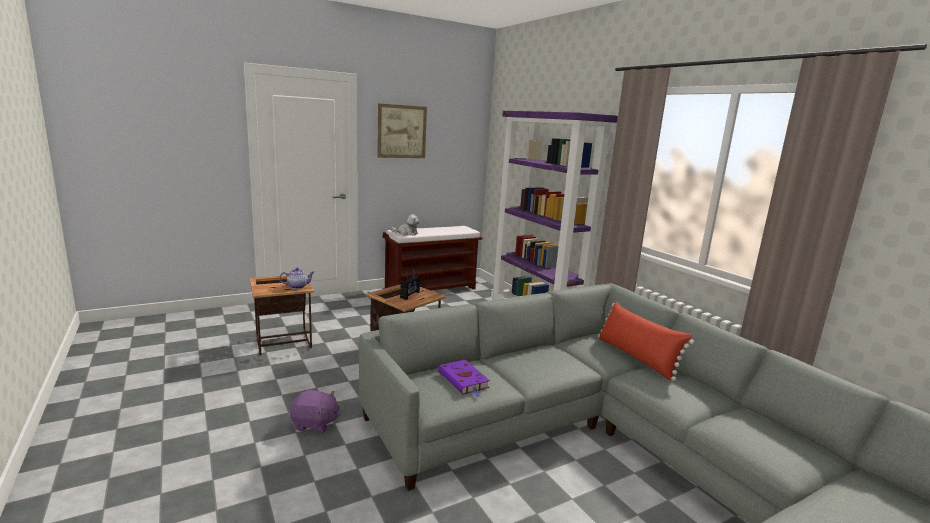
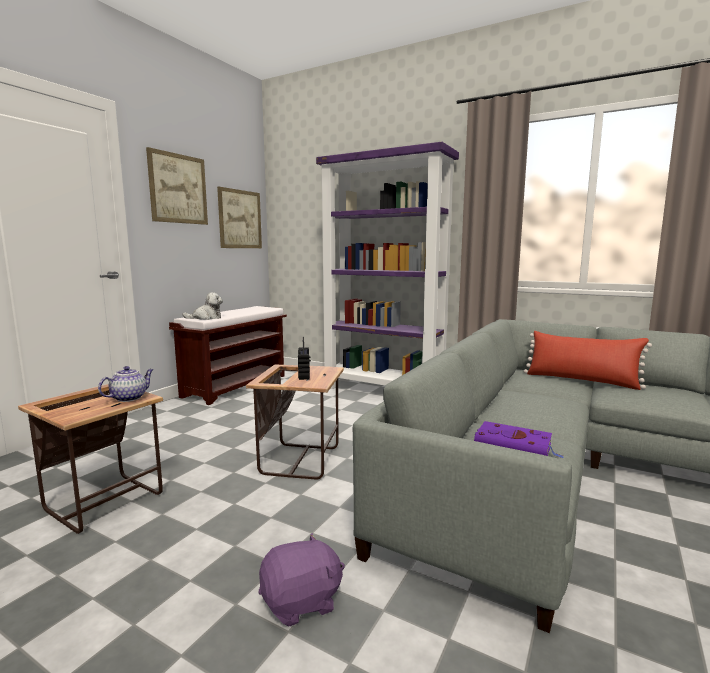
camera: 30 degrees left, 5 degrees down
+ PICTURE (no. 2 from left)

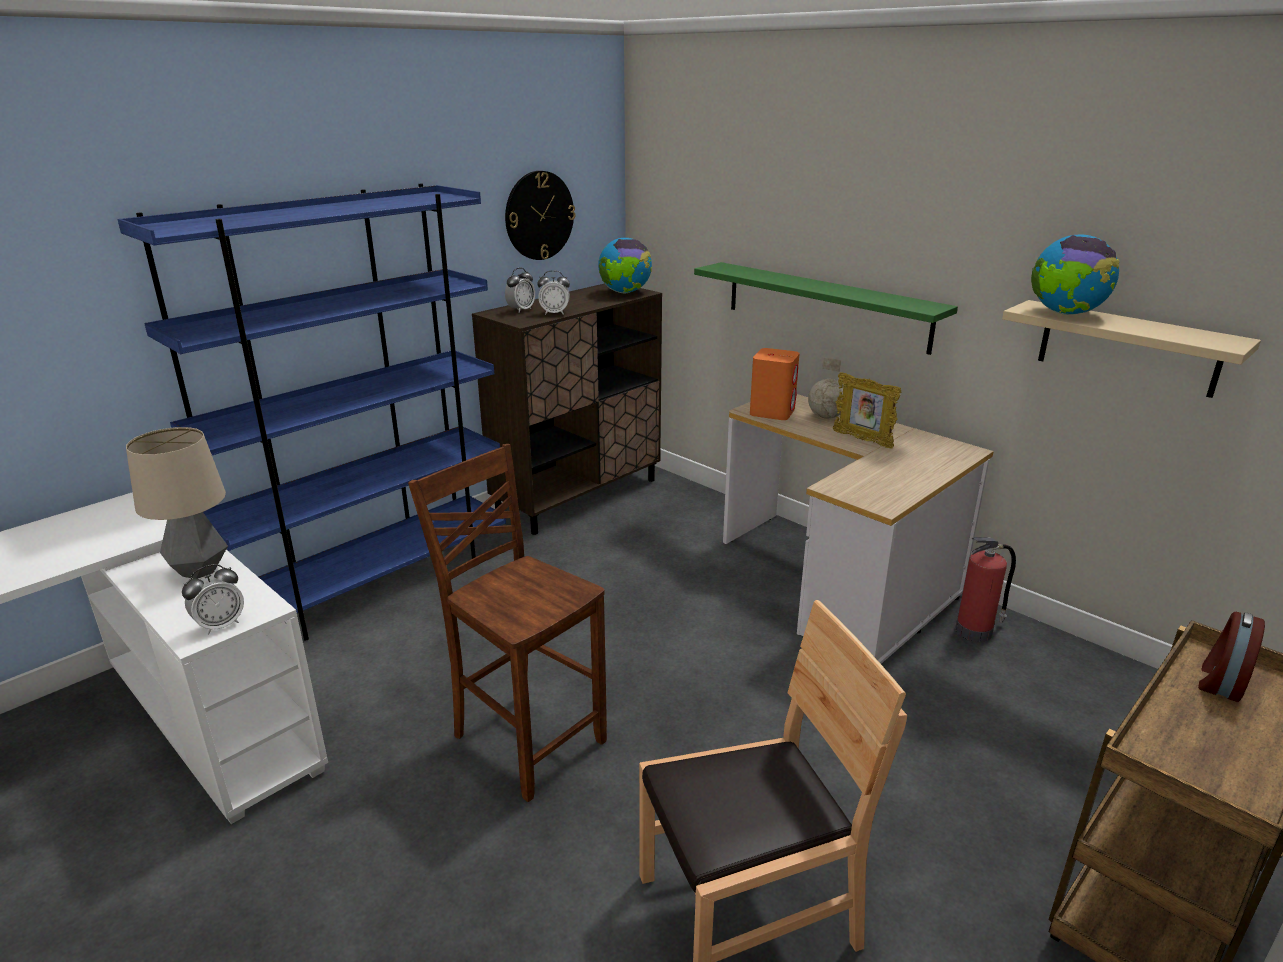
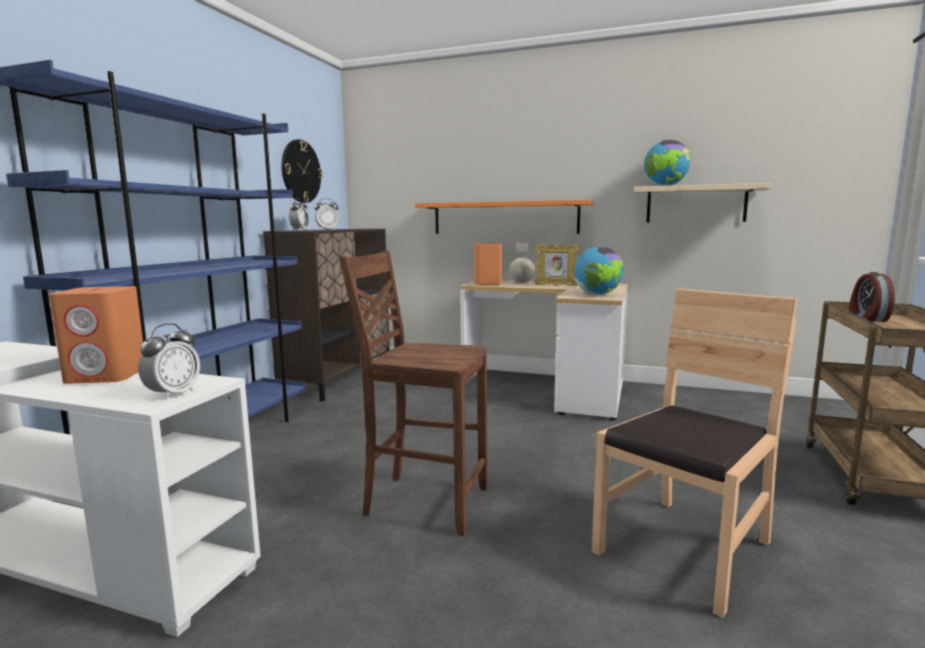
camera: 25 degrees left, 15 degrees down
- FIRE EXTINGUISHER
~ GLOBE (no. 1 from left in the first image) to GLOBE (no. 2 from left)
~ TABLE LAMP to ORANGE SPEAKER (no. 1 from left)
~ GREEN SHELF to ORANGE SHELF

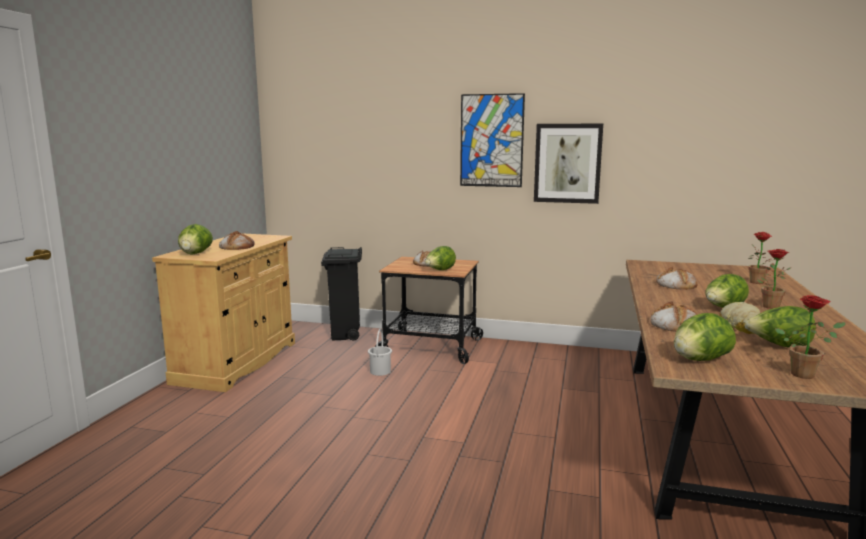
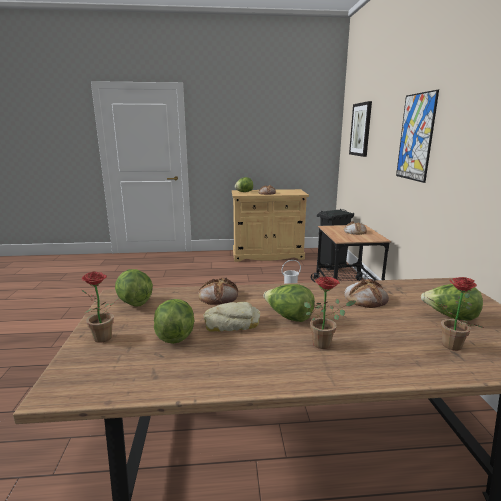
camera: 70 degrees right, 5 degrees up
~ LETTUCE (no. 2 from left in the first image) to LETTUCE (no. 5 from left)
~ PICTURE (no. 2 from left in the first image) to PICTURE (no. 1 from left)

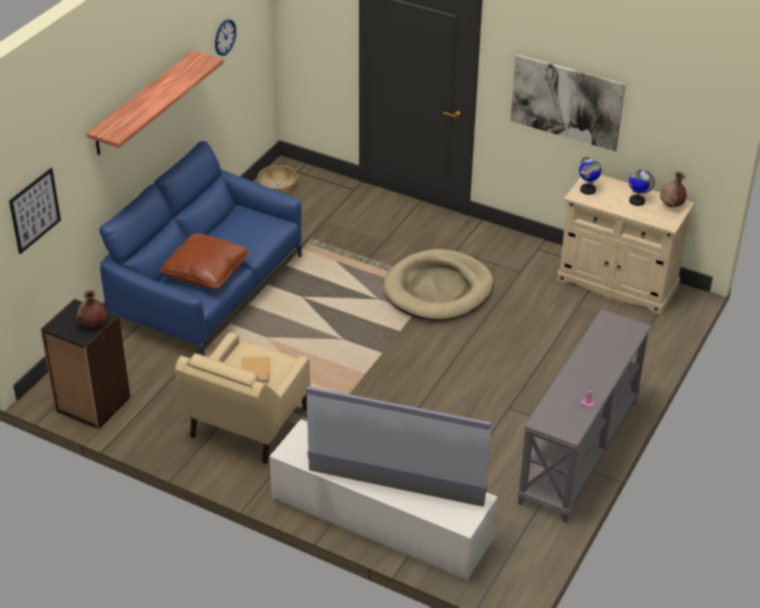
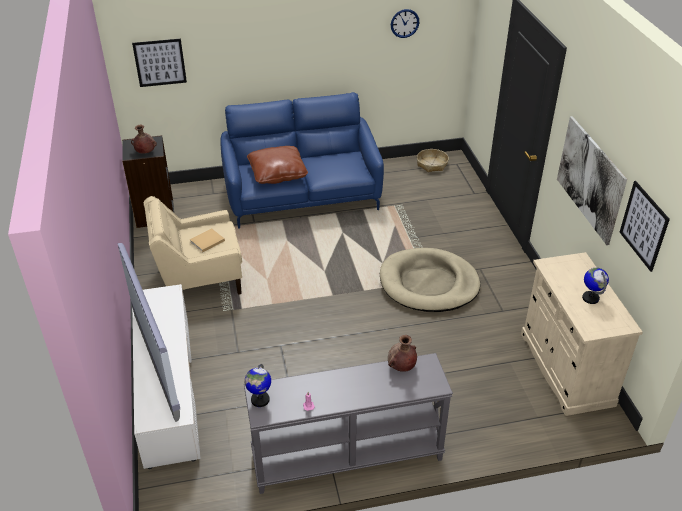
camera: 50 degrees right, 0 degrees up
- SHELF
+ PICTURE (no. 3 from left)
~ GLOBE (no. 1 from left)
~ BROWN VASE (no. 2 from left)

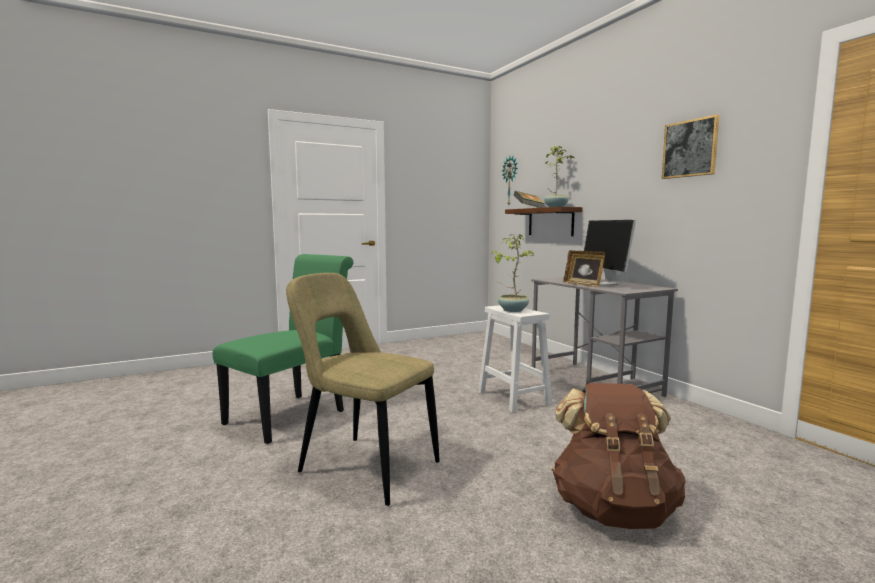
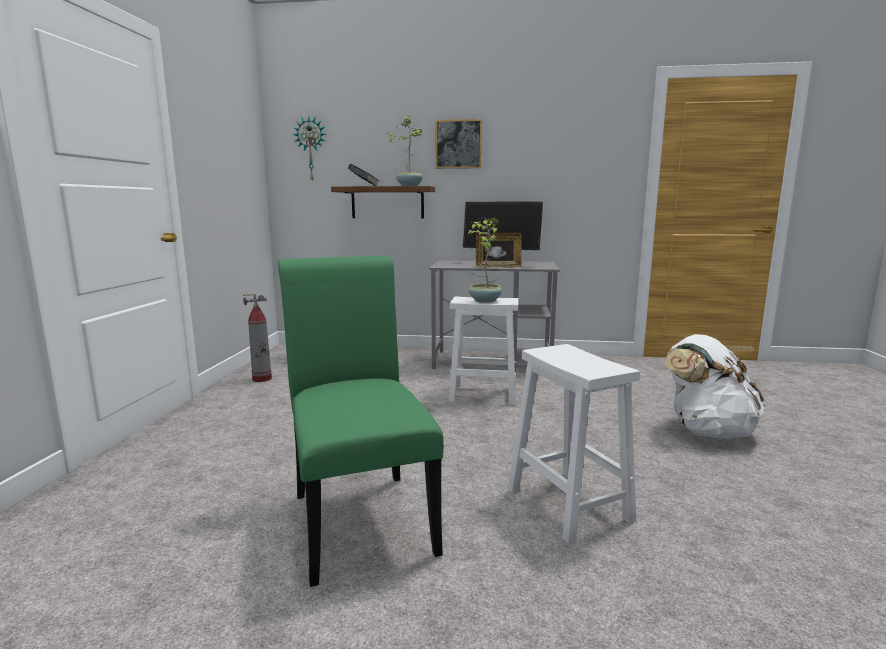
camera: 55 degrees left, 5 degrees up
+ FIRE EXTINGUISHER
~ PICTURE
~ BEIGE CHAIR to WHITE STOOL (no. 2 from left)
~ BROWN BACKPACK to WHITE BACKPACK

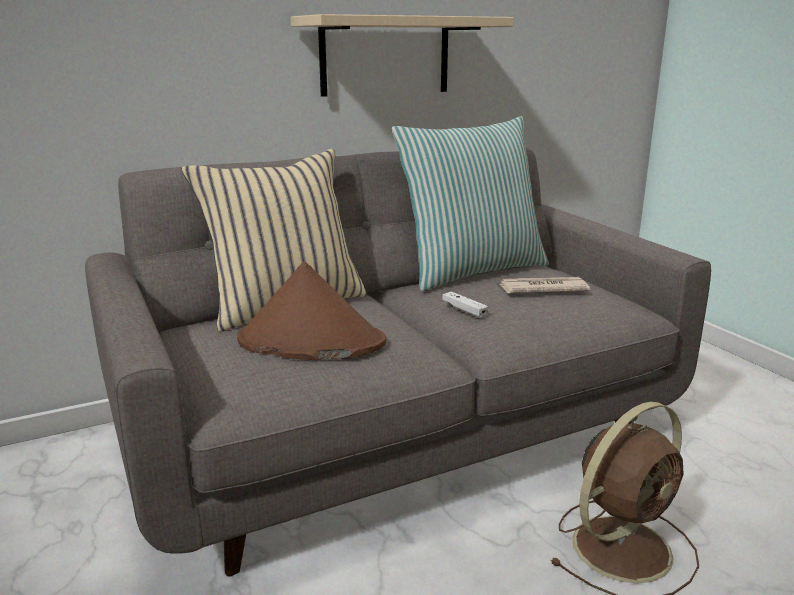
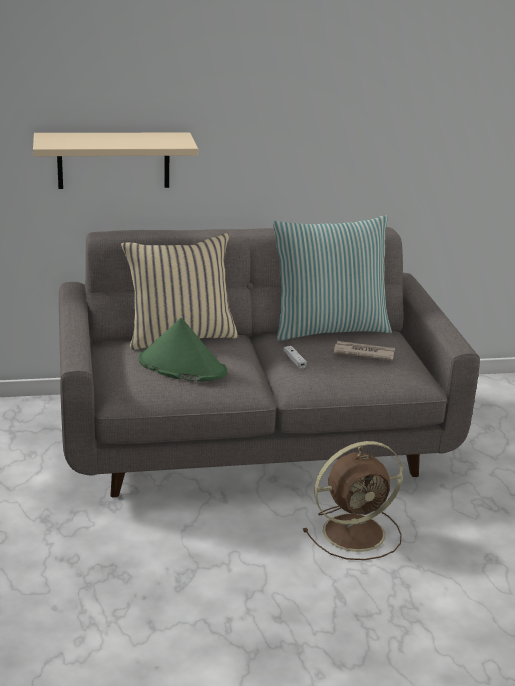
camera: 15 degrees right, 5 degrees up
~ BEIGE SHELF
~ BROWN HAT to GREEN HAT

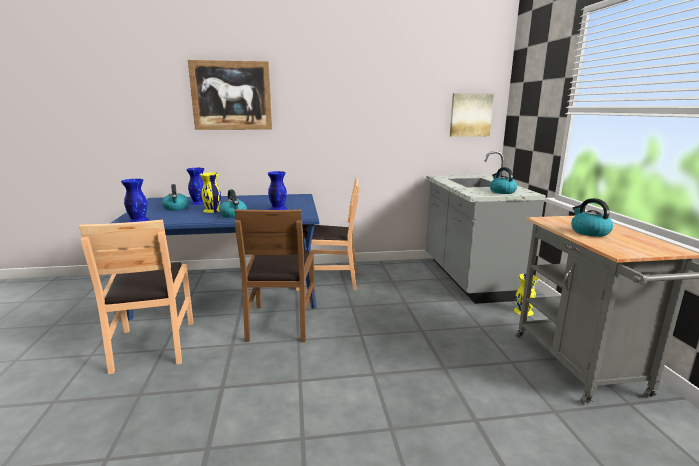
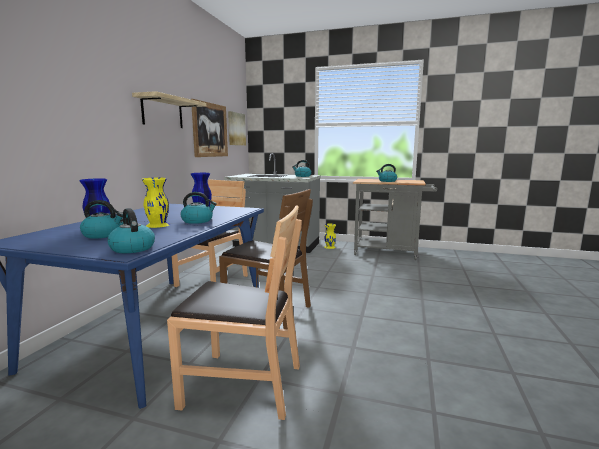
camera: 65 degrees left, 5 degrees down
+ SHELF
~ PICTURE (no. 1 from left)
~ BLUE VASE (no. 1 from left) to KETTLE (no. 2 from left)

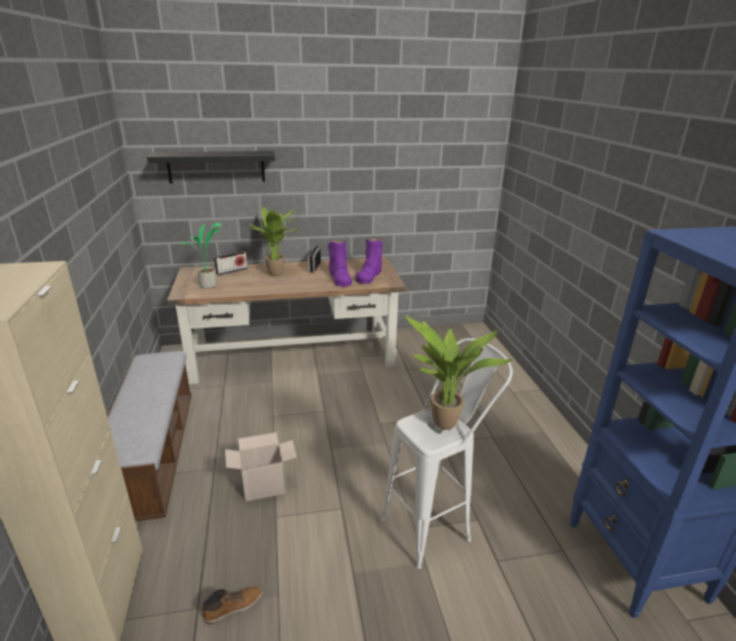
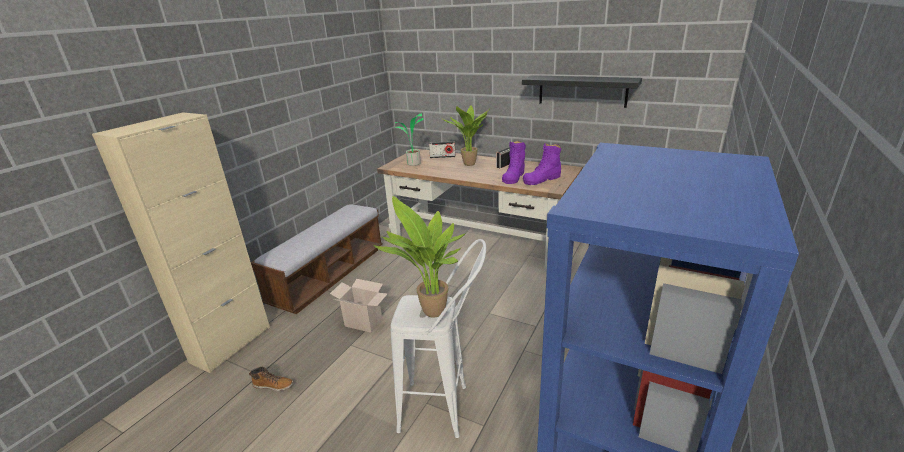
camera: 40 degrees right, 0 degrees up
~ BLACK SHELF

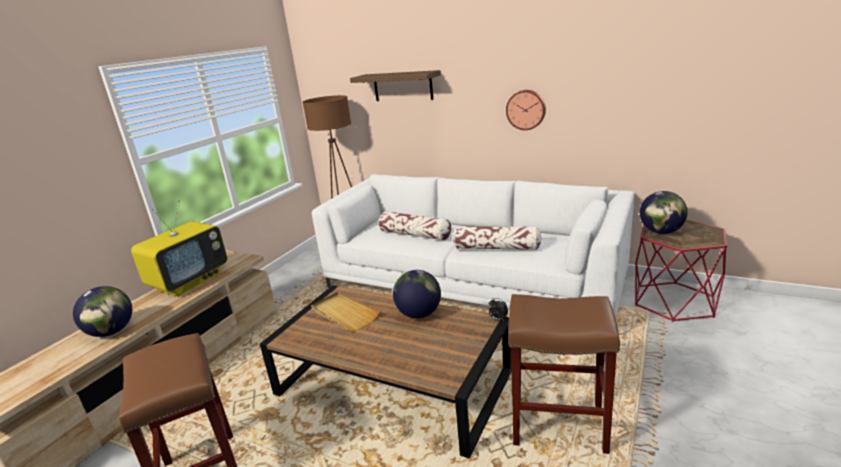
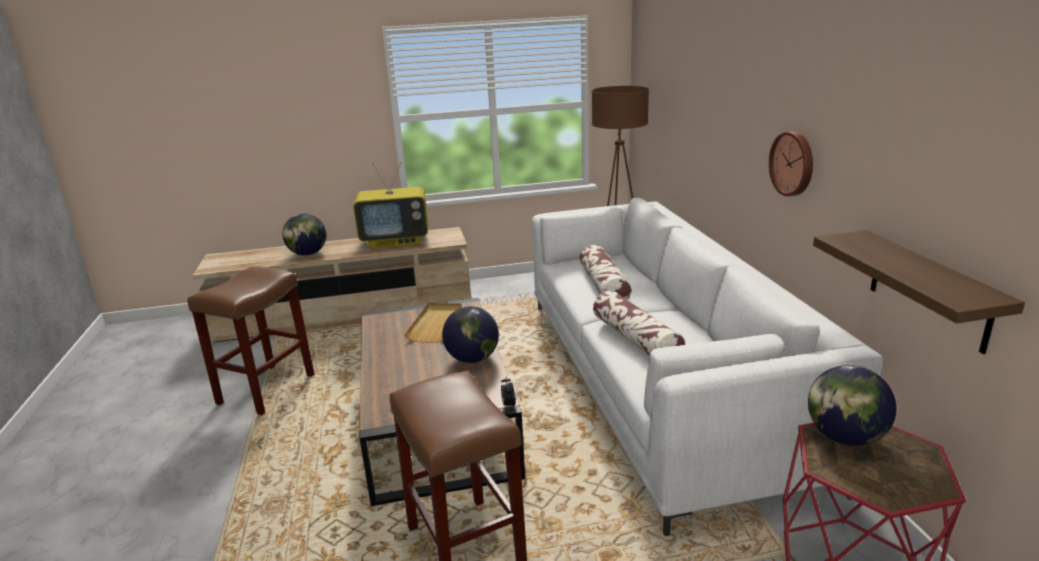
camera: 50 degrees right, 0 degrees up
~ SHELF

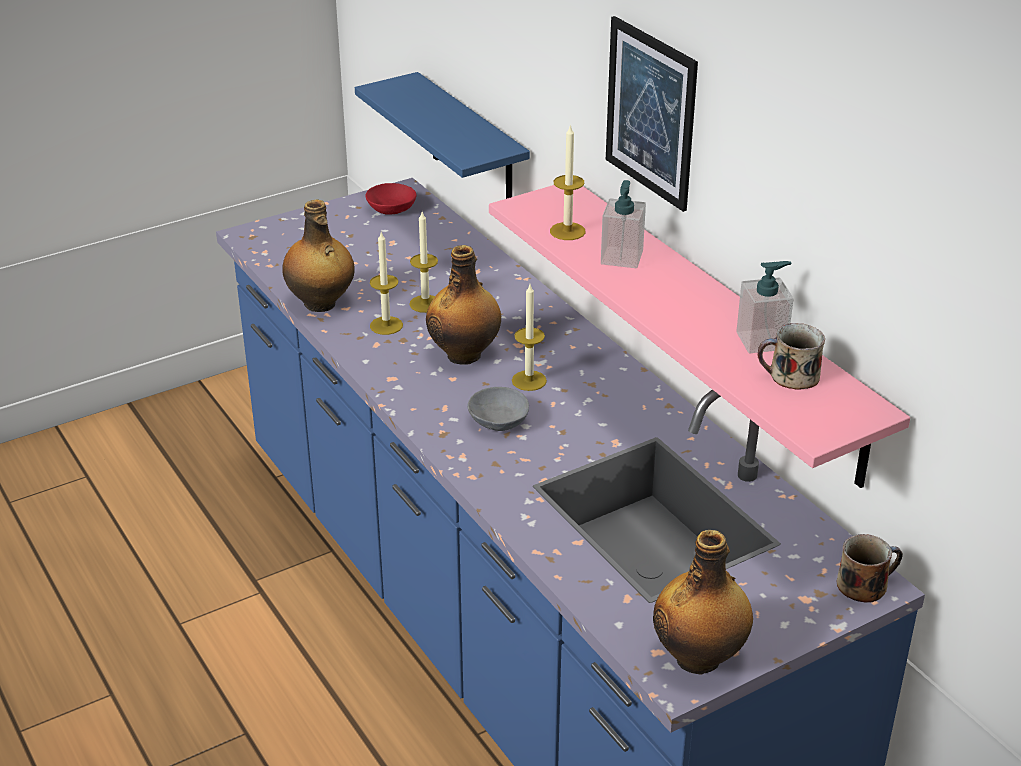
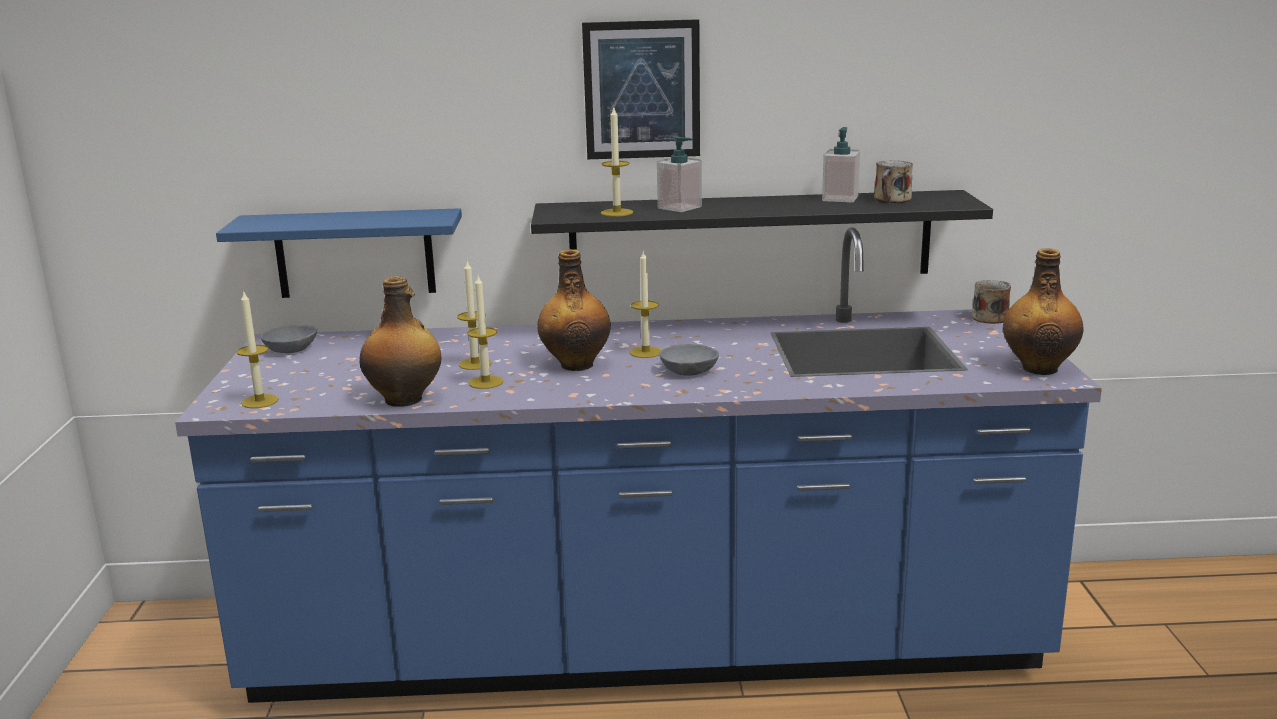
camera: 60 degrees left, 15 degrees down
+ CANDLE (no. 1 from left)
~ RED BOWL to GREY BOWL (no. 1 from left)
~ PINK SHELF to BLACK SHELF

